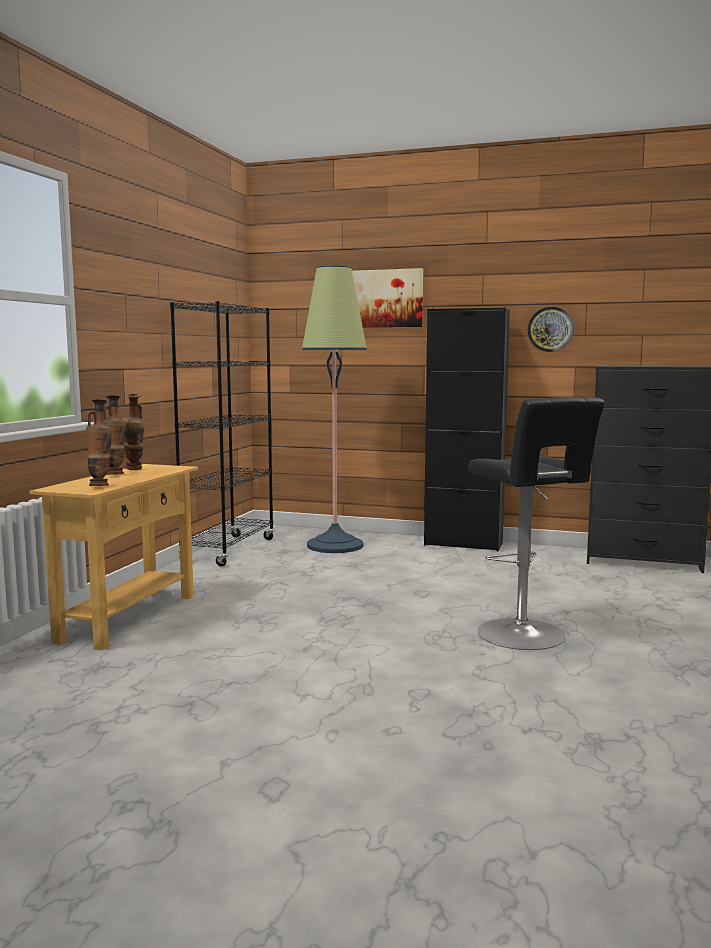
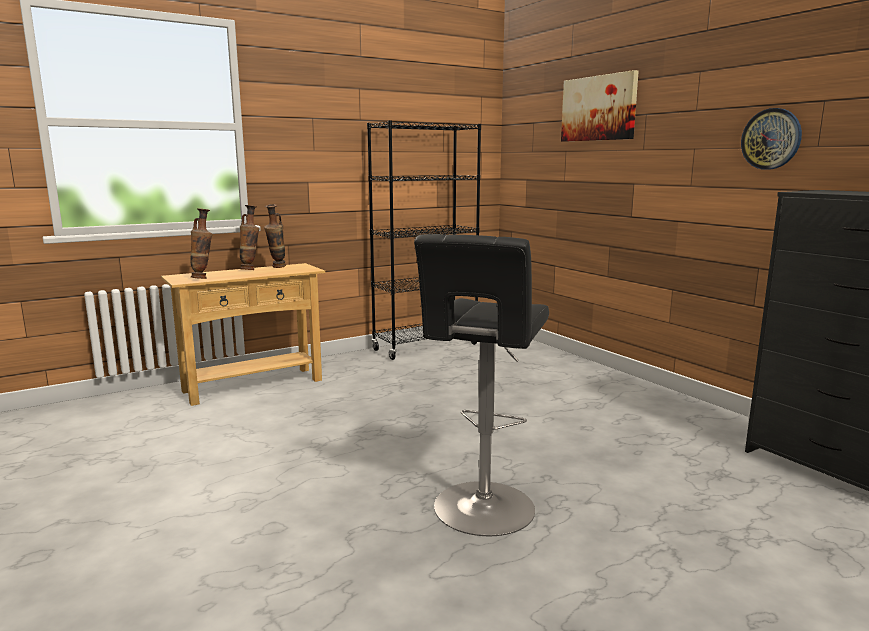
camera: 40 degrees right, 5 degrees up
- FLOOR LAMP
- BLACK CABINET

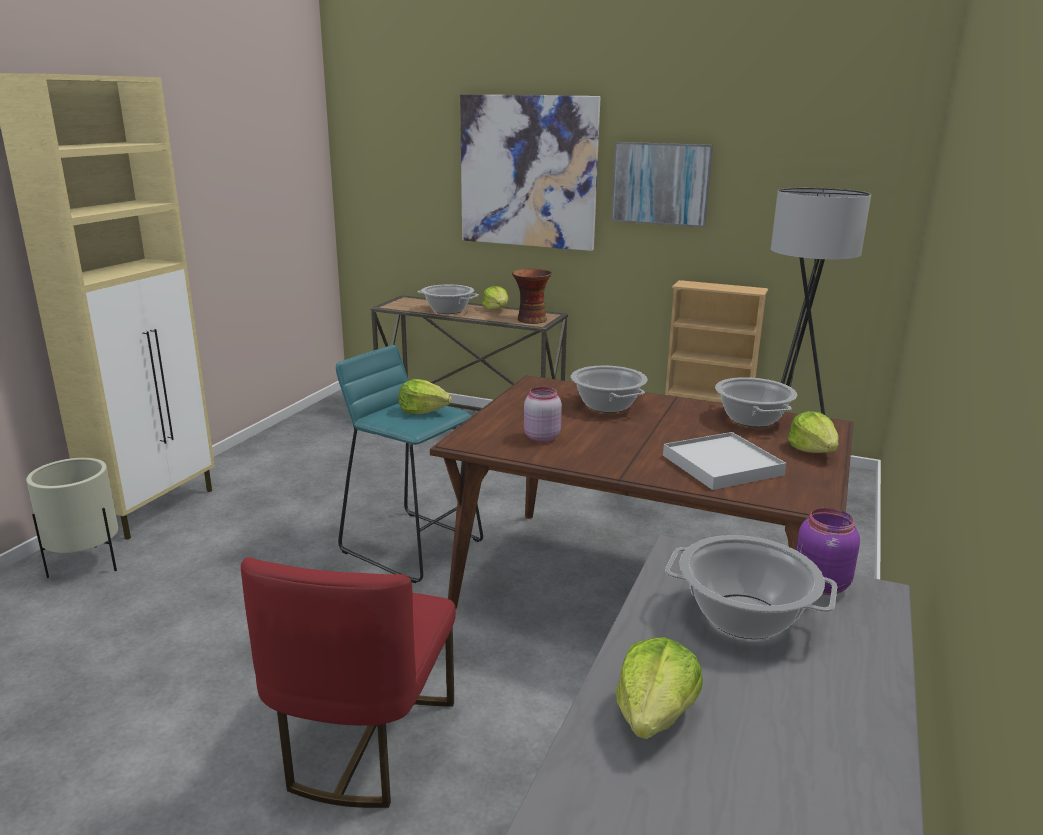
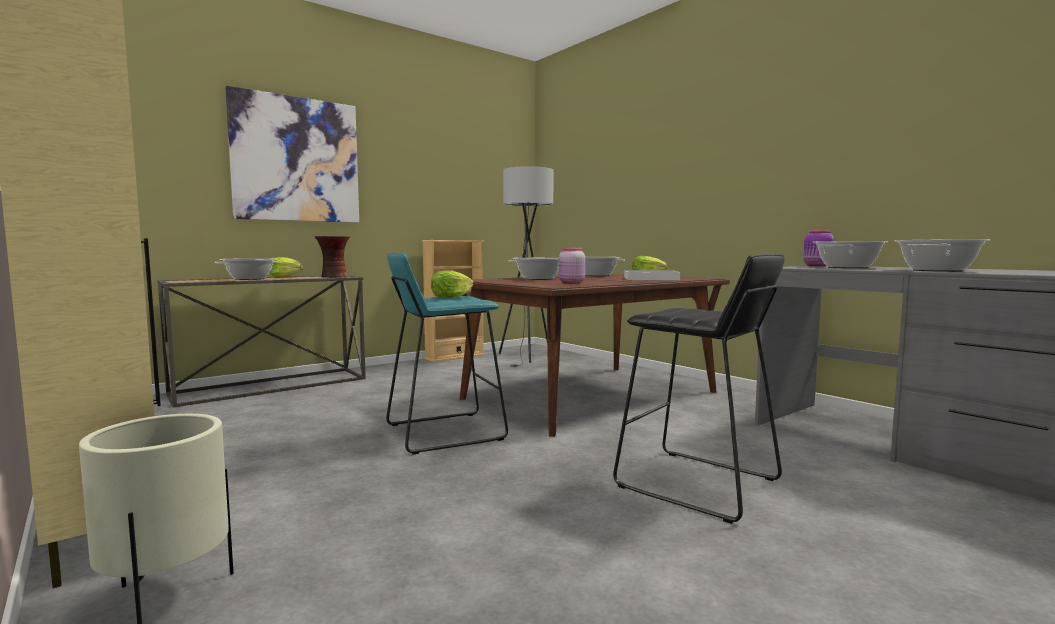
camera: 60 degrees left, 15 degrees down
- PICTURE (no. 2 from left)
~ RED CHAIR to BLACK STOOL
~ LETTUCE (no. 3 from left) to COOKING POT (no. 5 from left)

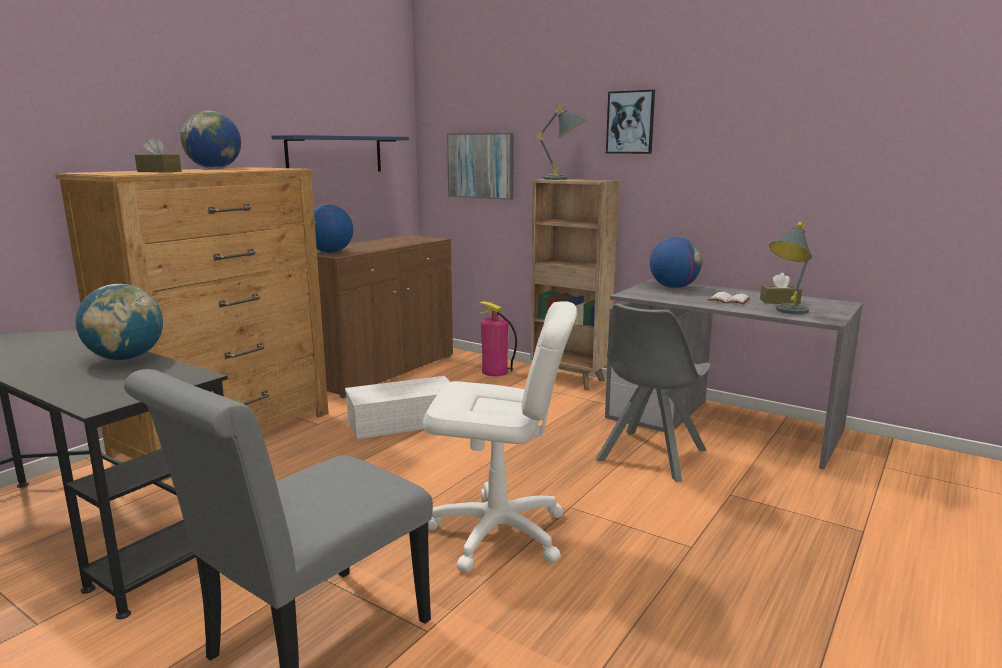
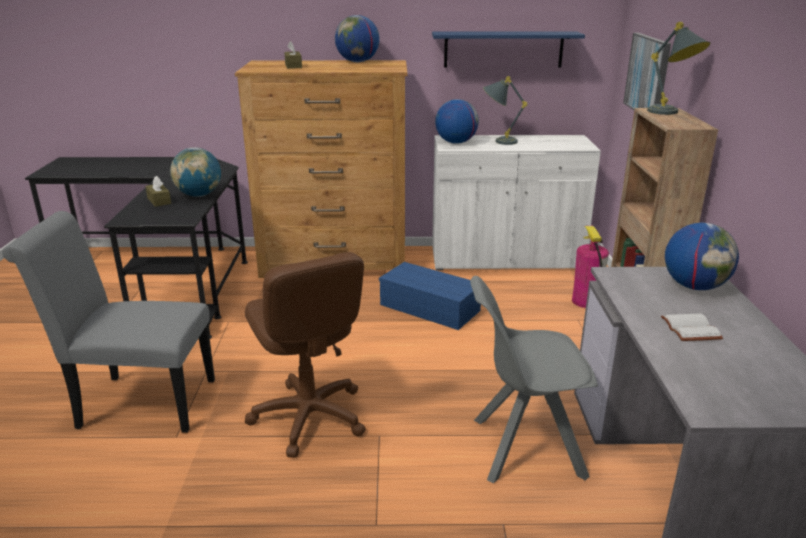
camera: 55 degrees right, 10 degrees up
- PICTURE (no. 2 from left)
~ BROWN TISSUE BOX (no. 2 from left in the first image) to BROWN TISSUE BOX (no. 1 from left)
~ GREY TABLE LAMP (no. 2 from left in the first image) to GREY TABLE LAMP (no. 1 from left)
~ BROWN CABINET to WHITE CABINET
~ WHITE STORAGE BOX to BLUE STORAGE BOX
~ WHITE OFFICE CHAIR to BROWN OFFICE CHAIR

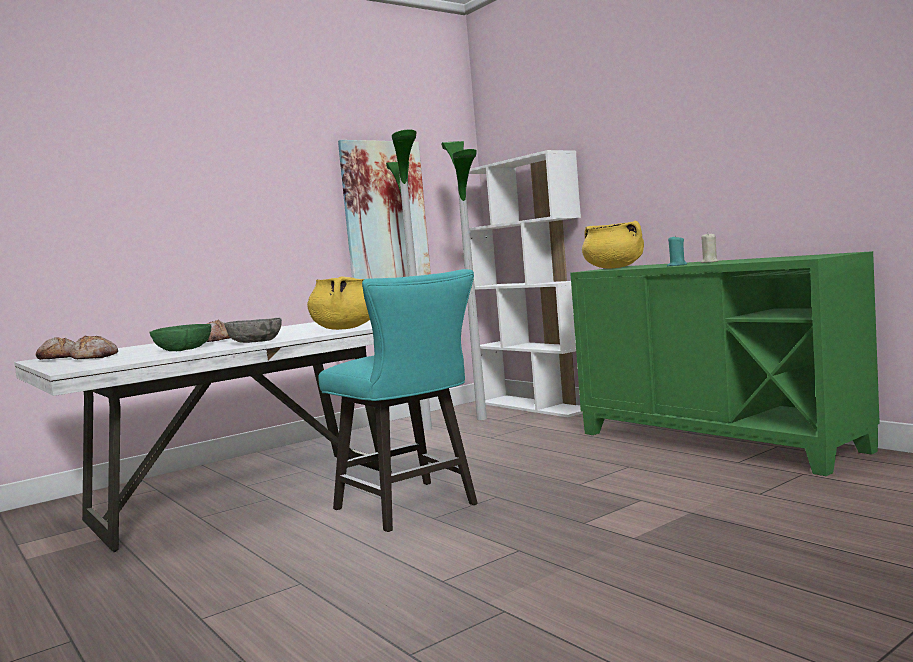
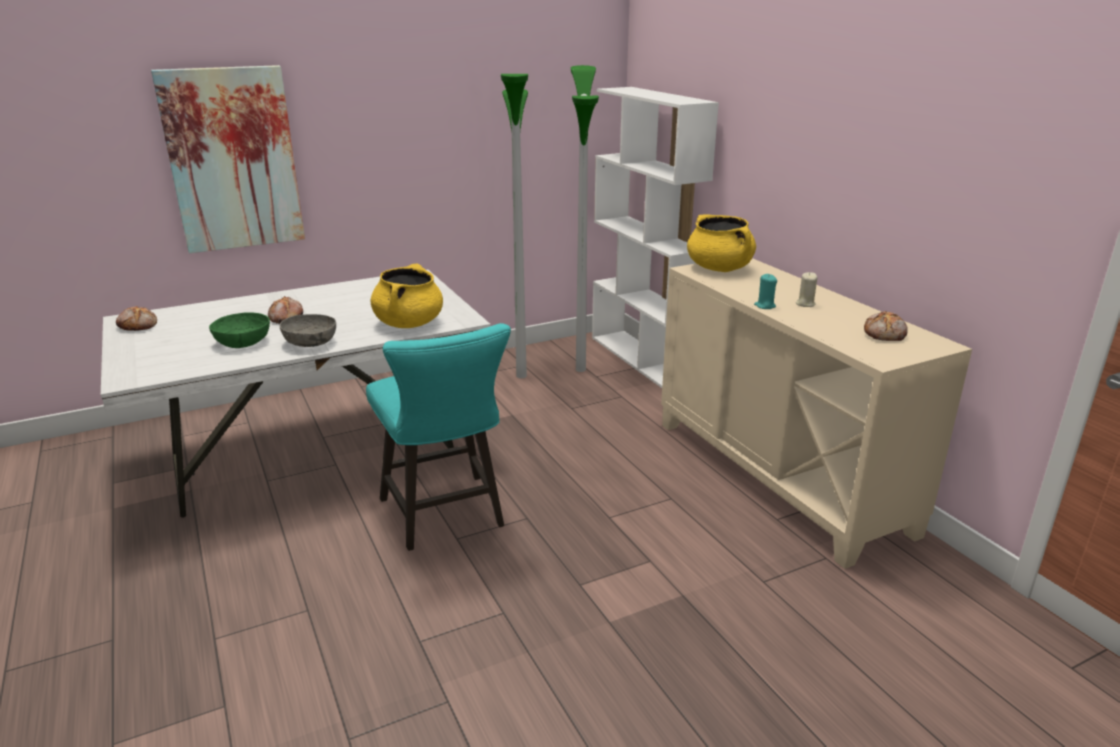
camera: 10 degrees right, 20 degrees up
~ BREAD (no. 2 from left in the first image) to BREAD (no. 3 from left)
~ PICTURE
~ GREEN CABINET to BEIGE CABINET

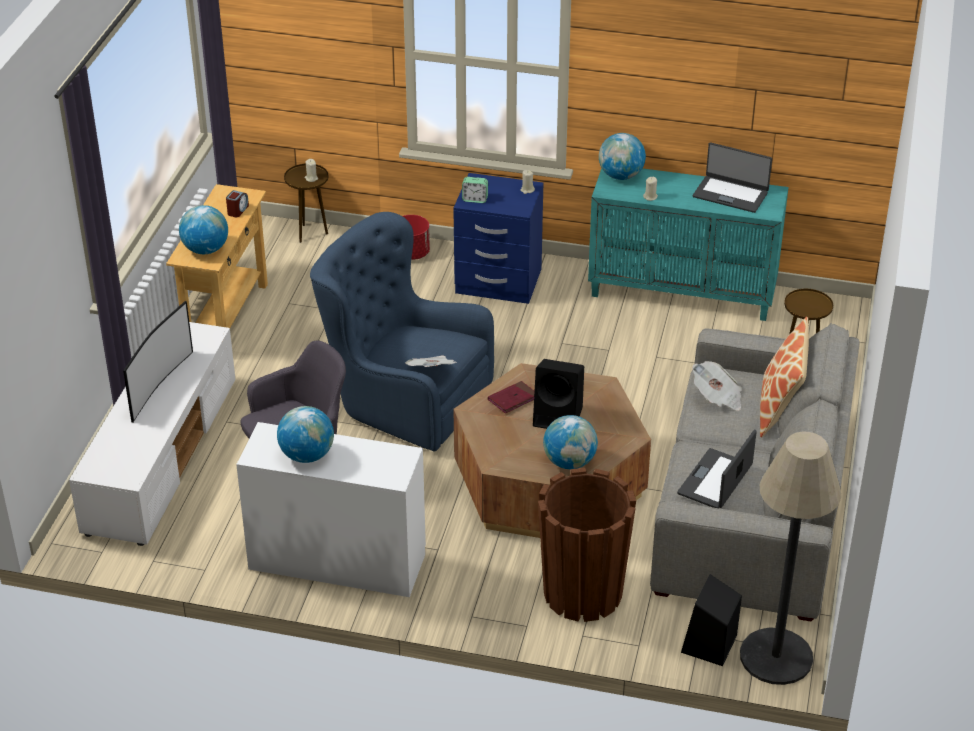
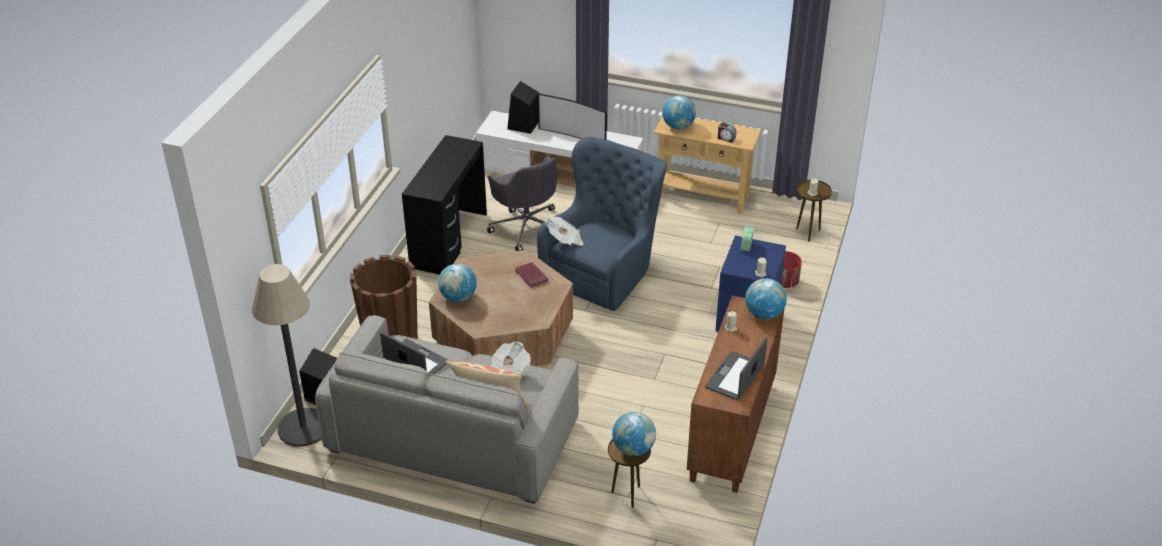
camera: 95 degrees right, 0 degrees up
~ GLOBE (no. 2 from left)
~ BLACK SPEAKER (no. 1 from left in the first image) to BLACK SPEAKER (no. 2 from left)
~ WHITE DESK to BLACK DESK
~ TURQUOISE CABINET to BROWN CABINET

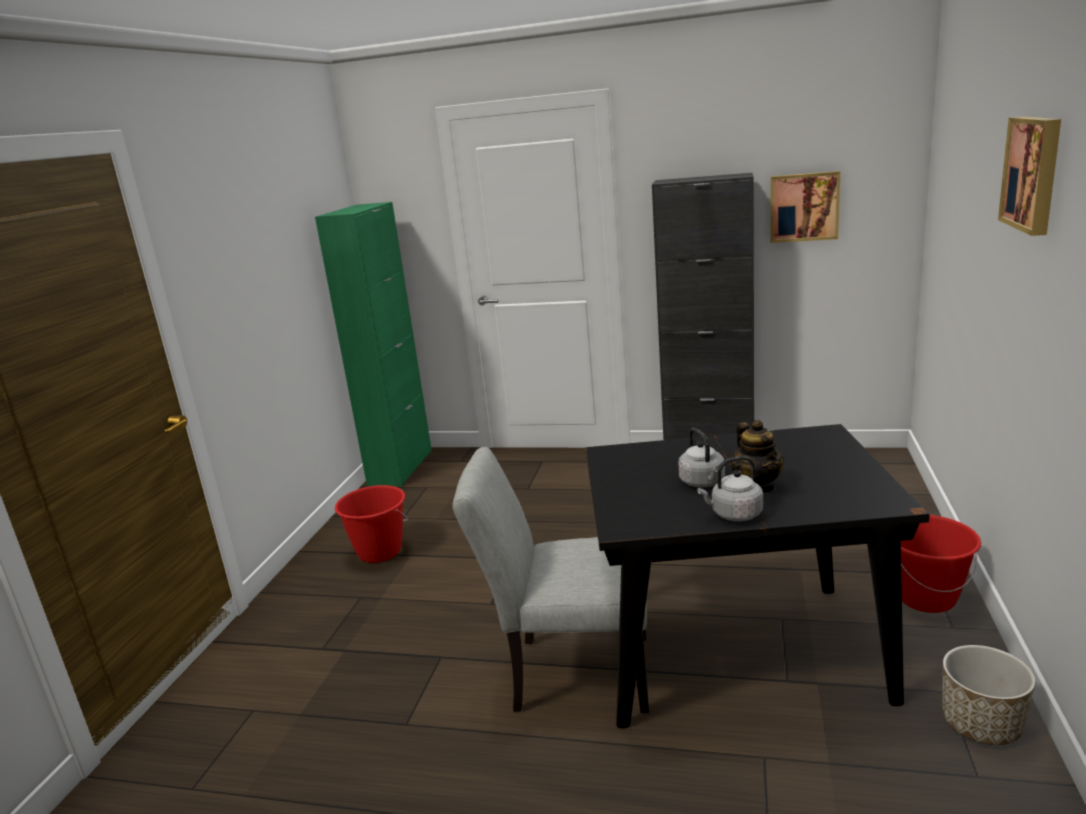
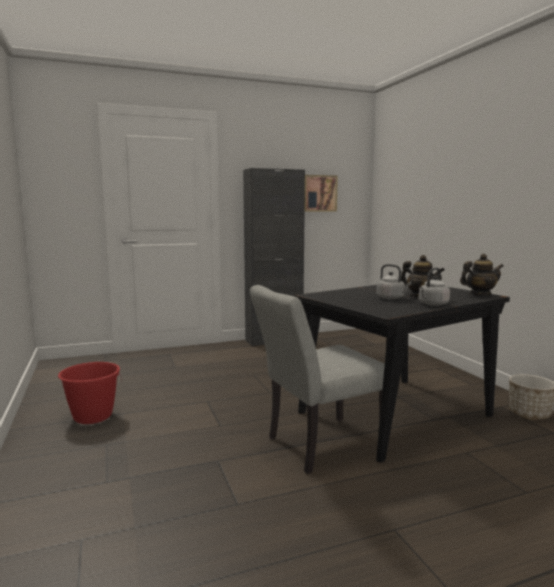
camera: 35 degrees left, 10 degrees down
- GREEN CABINET
- RED BUCKET (no. 2 from left)
- PICTURE (no. 2 from left)
+ TEAPOT (no. 2 from left)

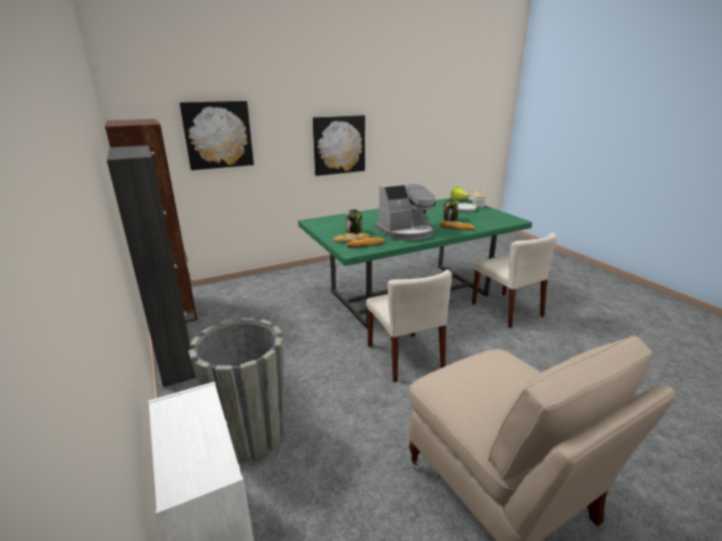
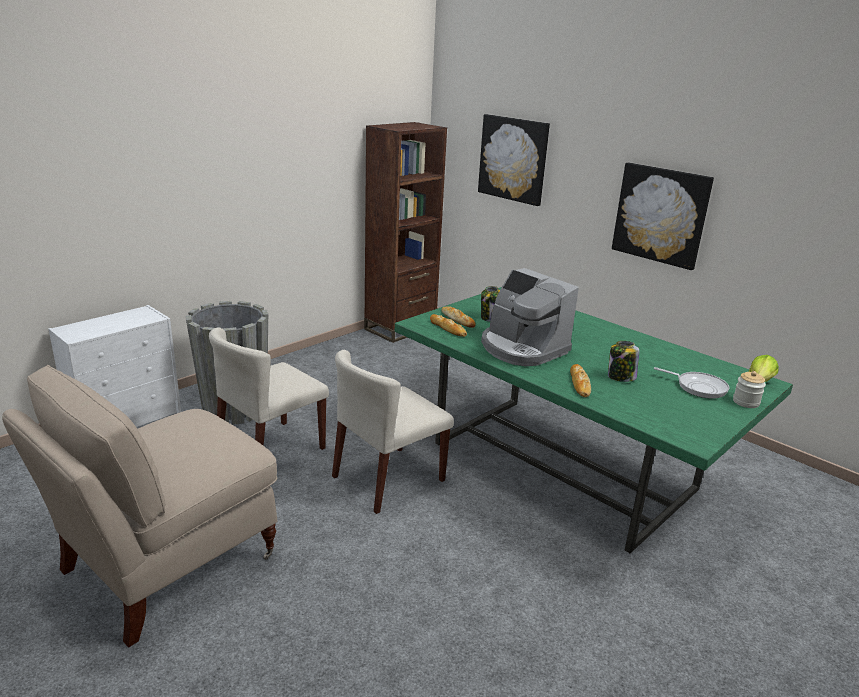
camera: 70 degrees right, 0 degrees up
- BLACK CABINET
~ BEIGE CHAIR (no. 2 from left)

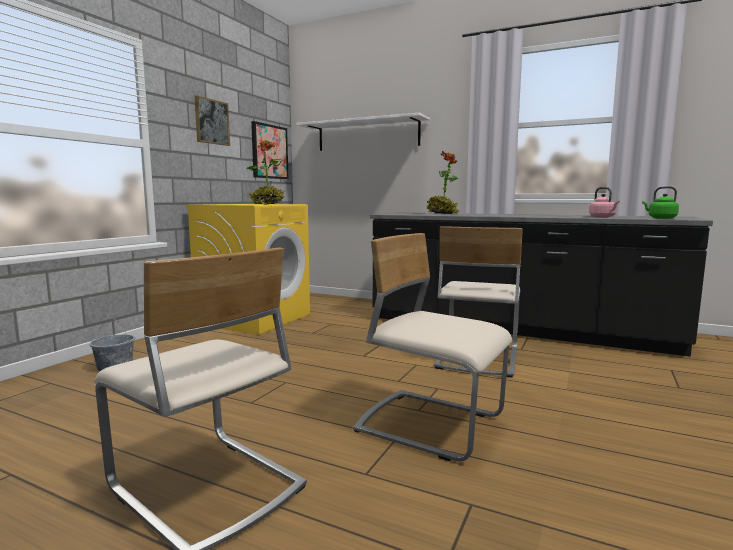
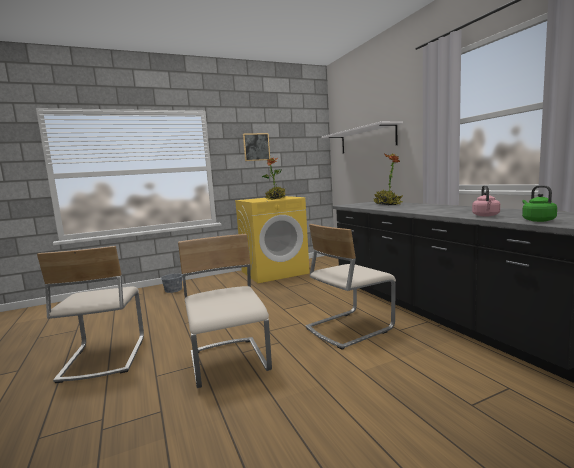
camera: 40 degrees right, 0 degrees up
- PICTURE (no. 2 from left)

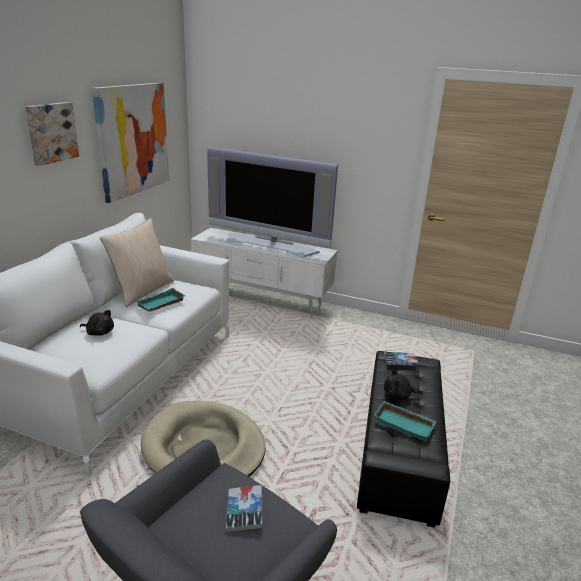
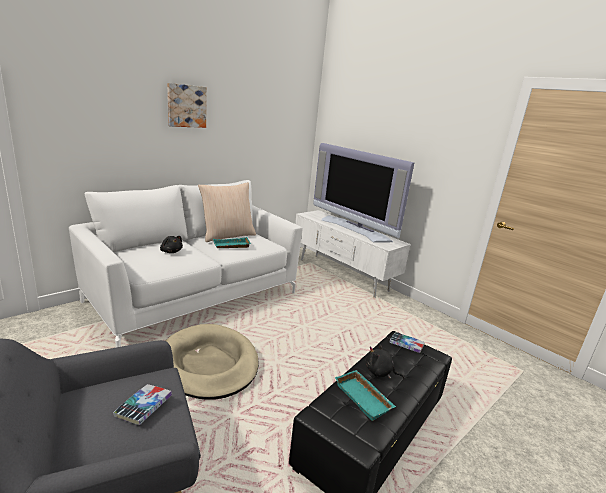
camera: 25 degrees right, 5 degrees down
- PICTURE (no. 2 from left)

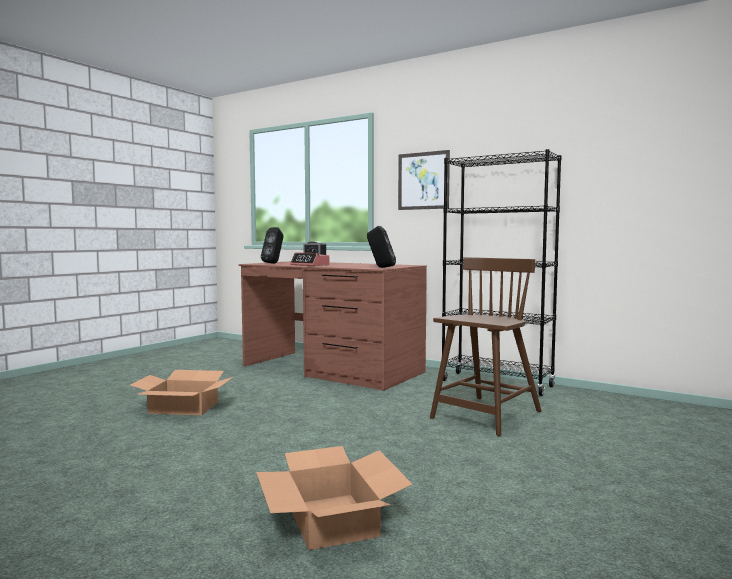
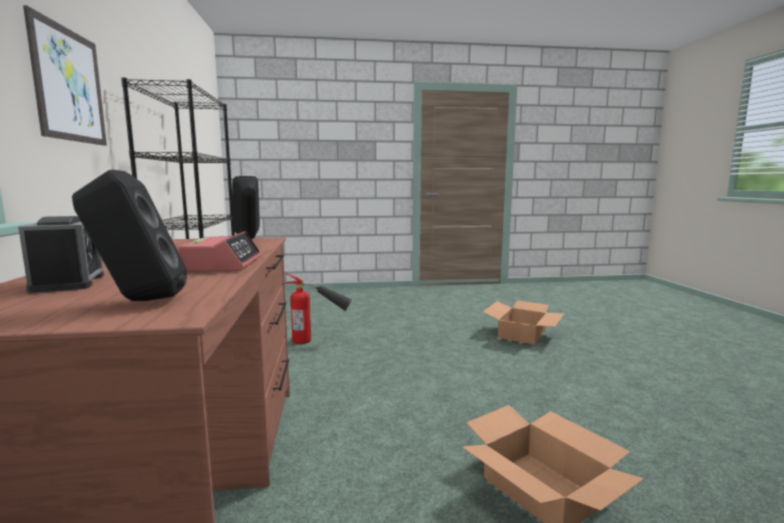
camera: 130 degrees left, 5 degrees up
~ BROWN CHAIR to FIRE EXTINGUISHER

